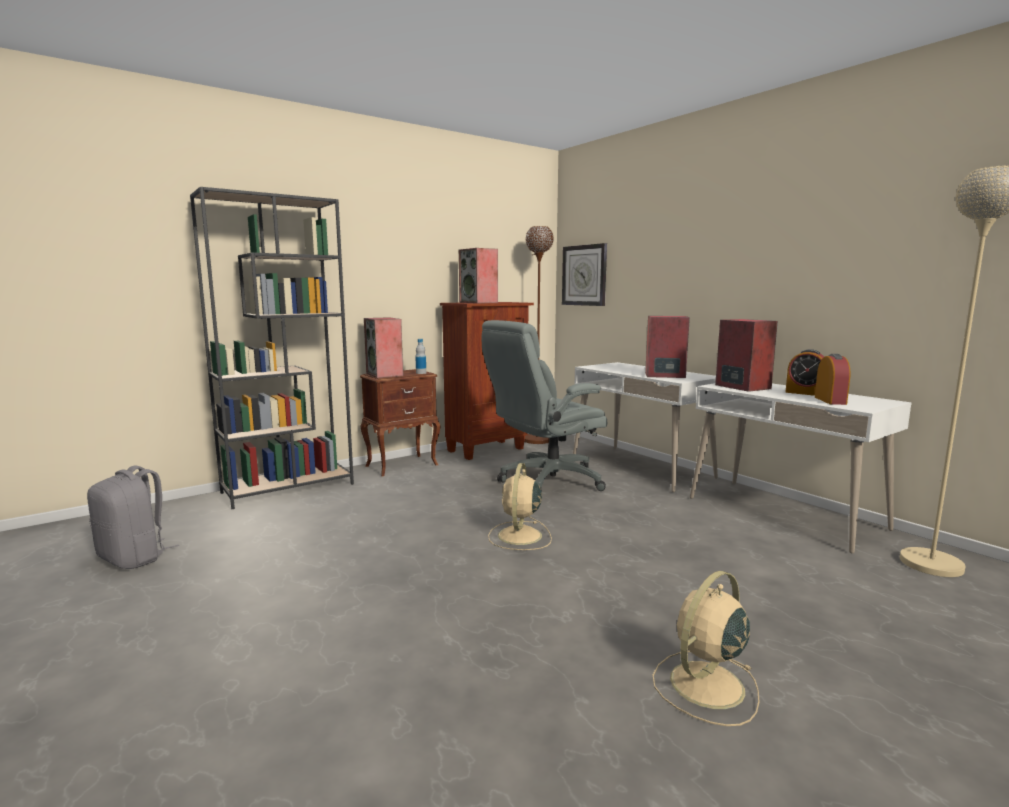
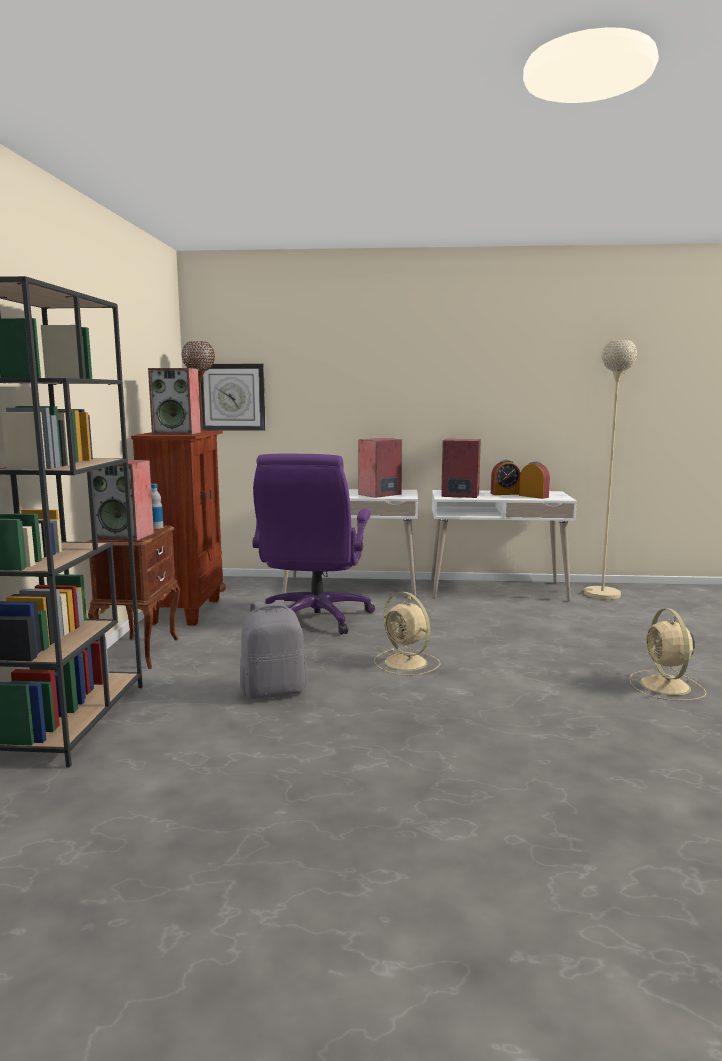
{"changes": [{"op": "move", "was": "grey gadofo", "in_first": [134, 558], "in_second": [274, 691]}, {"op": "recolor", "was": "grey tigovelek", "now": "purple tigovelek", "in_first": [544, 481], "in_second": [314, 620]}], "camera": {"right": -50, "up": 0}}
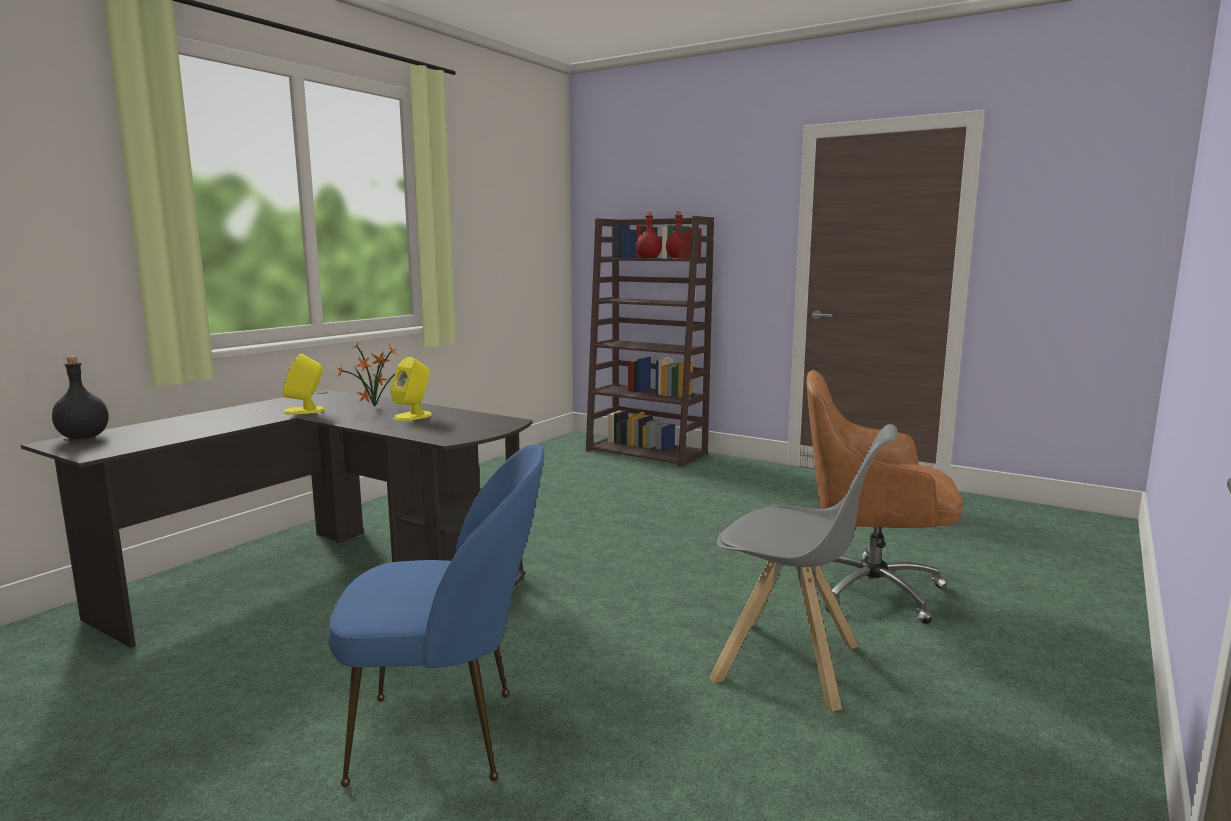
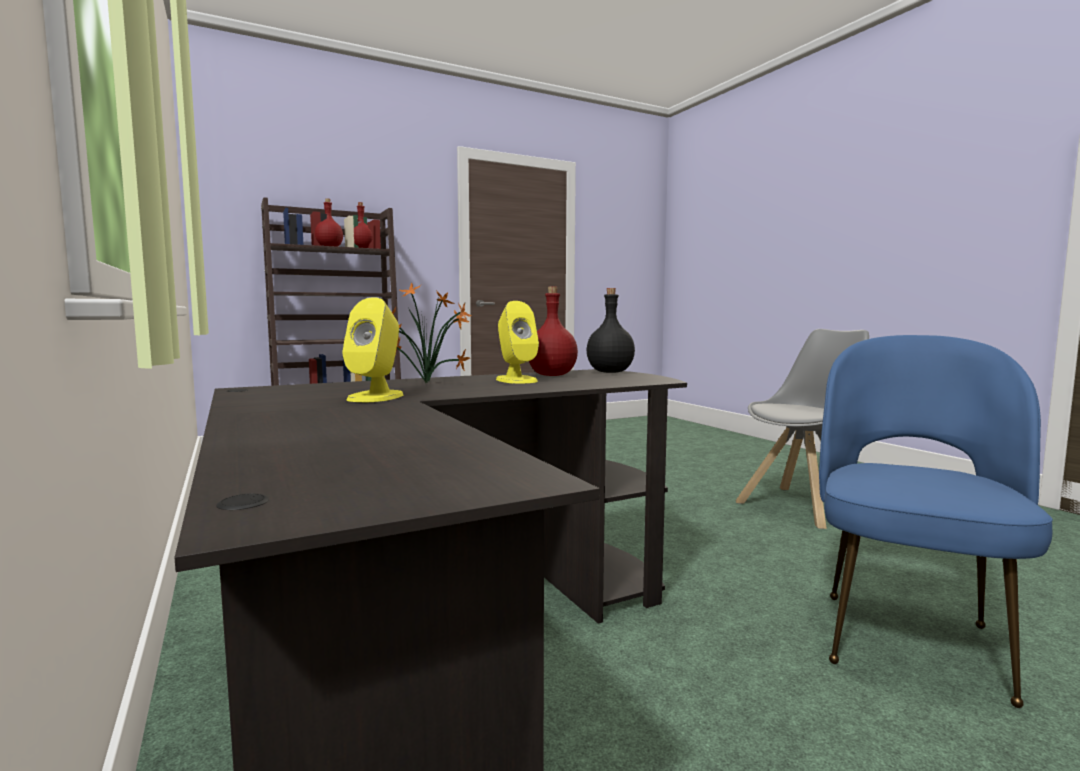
{"changes": [{"op": "move", "was": "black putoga", "in_first": [84, 437], "in_second": [609, 372]}, {"op": "delete", "was": "brown tigovelek", "in_first": [871, 589]}, {"op": "insert", "now": "red putoga", "in_second": [551, 375]}], "camera": {"right": -60, "up": -5}}
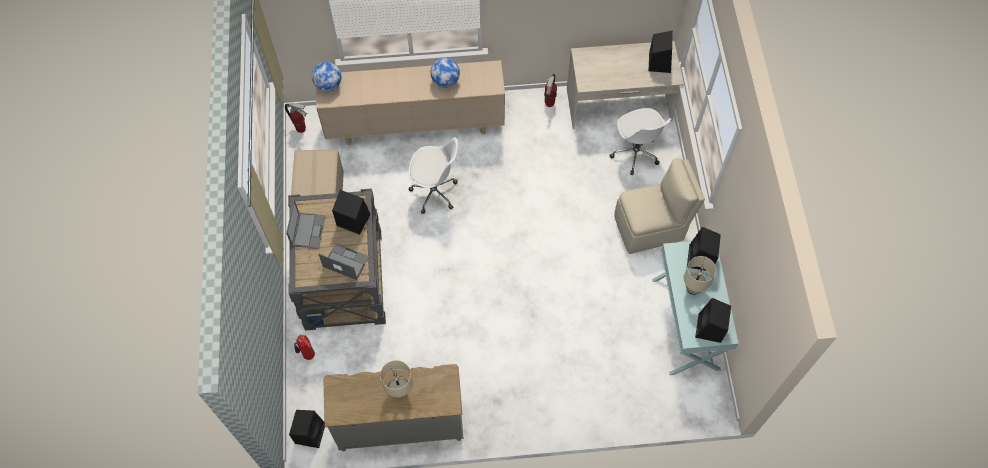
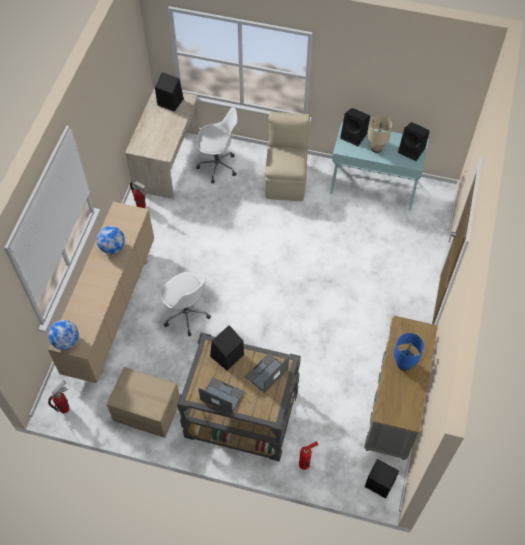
{"changes": [{"op": "recolor", "was": "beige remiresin", "now": "blue remiresin", "in_first": [399, 391], "in_second": [404, 364]}, {"op": "rotate", "was": "white tigovelek", "in_first": [435, 193], "in_second": [187, 316], "clockwise": 105}], "camera": {"right": -70, "up": -5}}
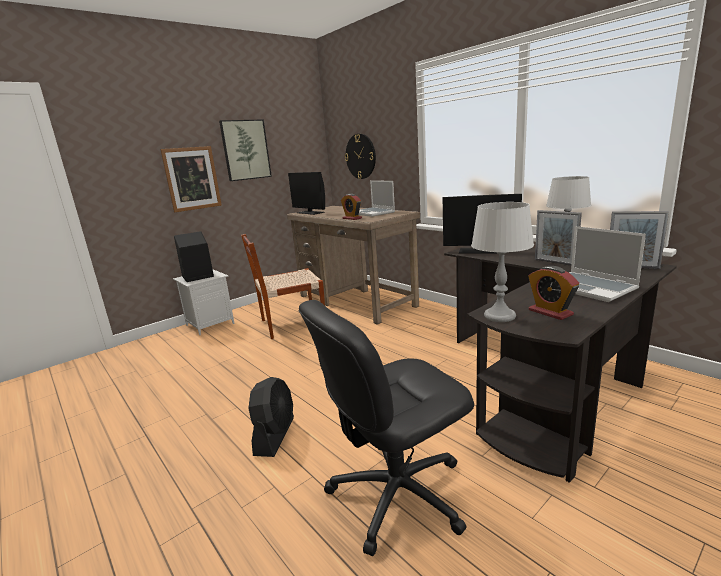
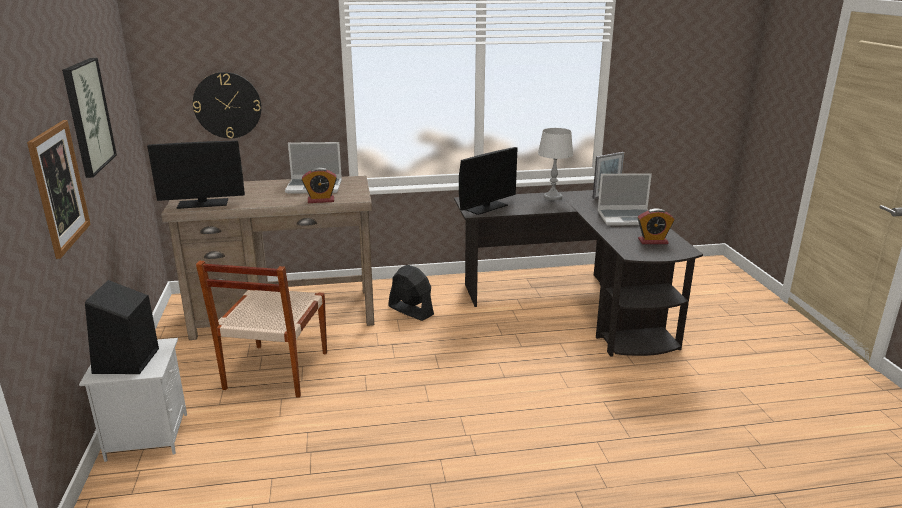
{"changes": [{"op": "move", "was": "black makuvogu", "in_first": [275, 435], "in_second": [410, 310]}, {"op": "delete", "was": "black tigovelek", "in_first": [397, 493]}, {"op": "delete", "was": "grey remiresin", "in_first": [499, 316]}, {"op": "delete", "was": "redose", "in_first": [555, 262]}], "camera": {"right": -60, "up": 5}}
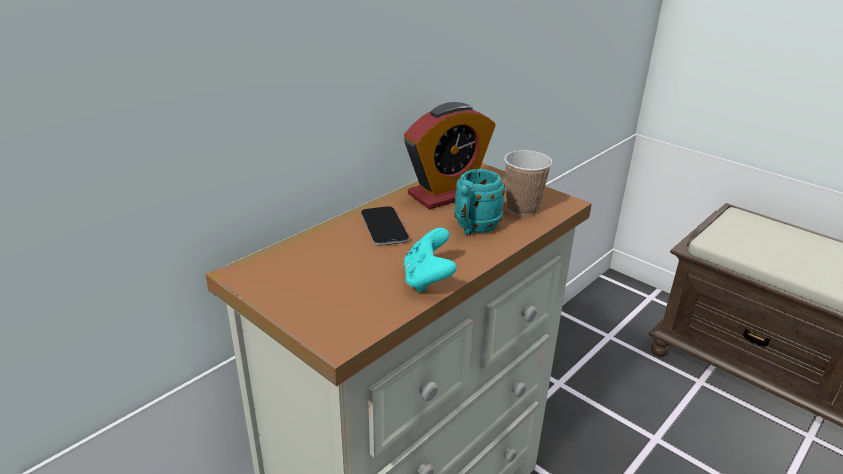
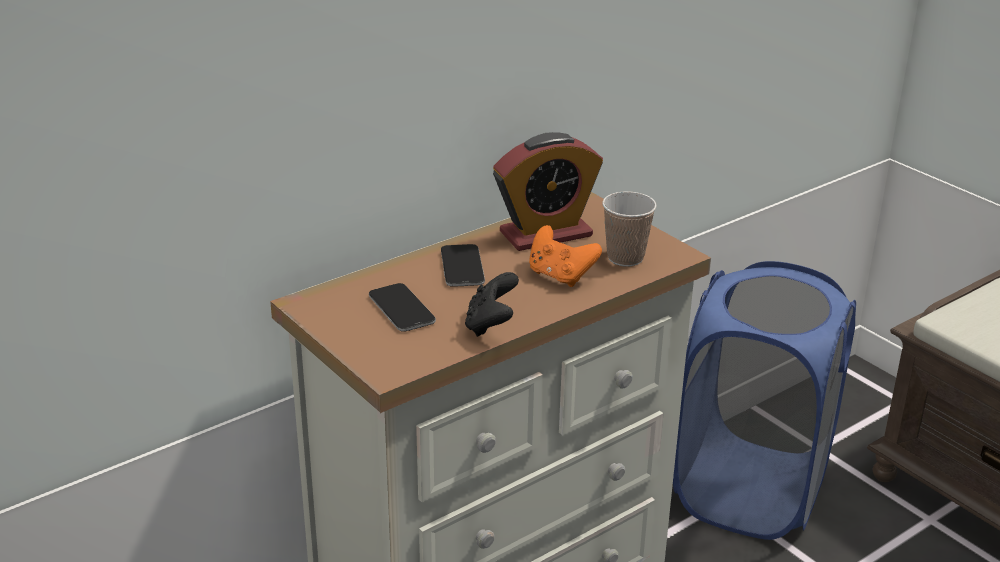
{"changes": [{"op": "recolor", "was": "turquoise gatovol", "now": "black gatovol", "in_first": [427, 280], "in_second": [491, 325]}, {"op": "replace", "was": "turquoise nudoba", "now": "orange gatovol", "in_first": [473, 228], "in_second": [560, 276]}, {"op": "insert", "now": "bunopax", "in_second": [401, 309]}, {"op": "insert", "now": "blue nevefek", "in_second": [750, 490]}], "camera": {"right": 10, "up": 0}}
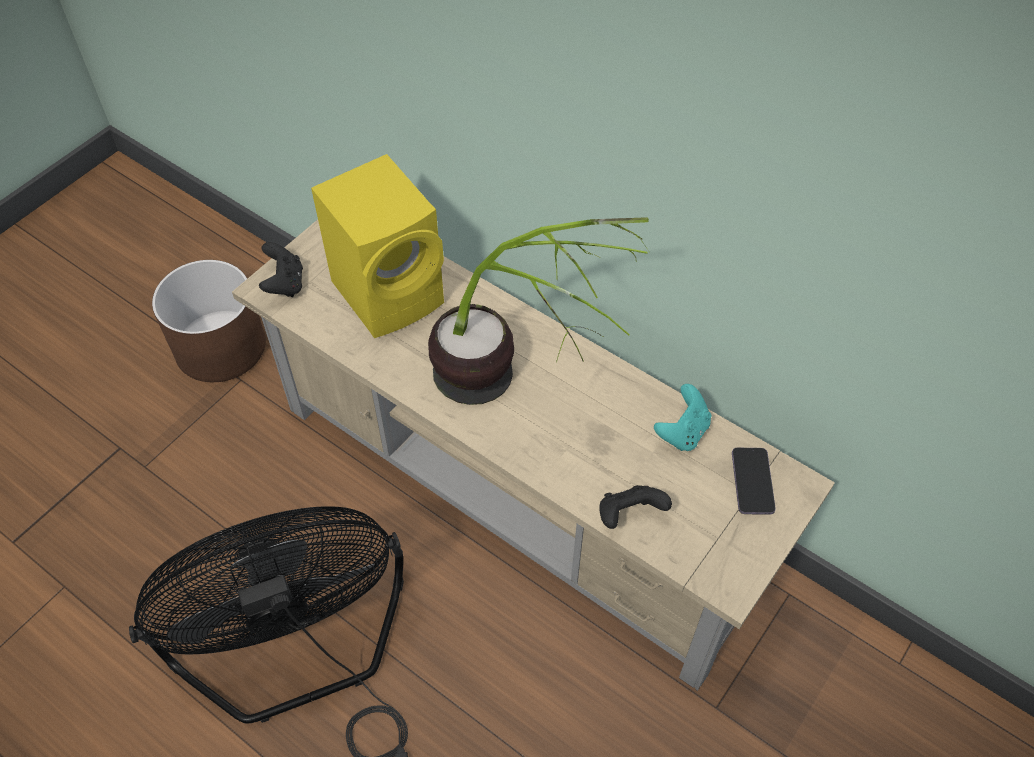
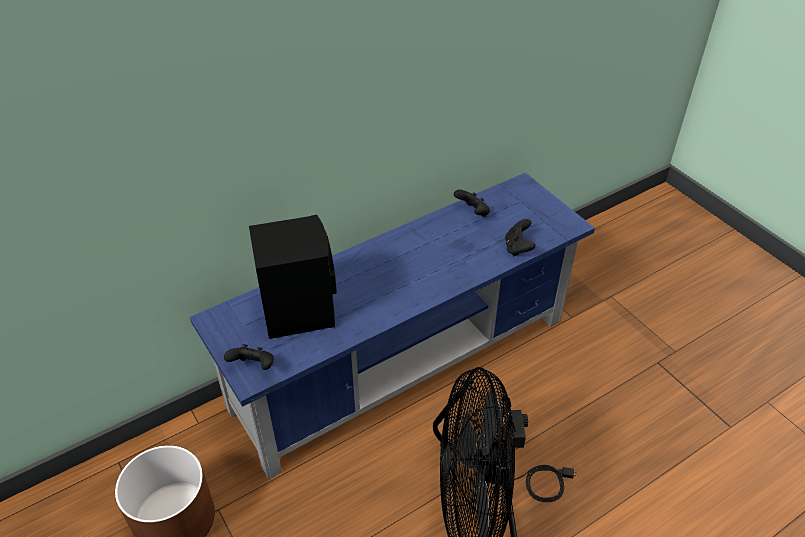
{"changes": [{"op": "recolor", "was": "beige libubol", "now": "blue libubol", "in_first": [516, 495], "in_second": [404, 364]}, {"op": "recolor", "was": "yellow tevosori", "now": "black tevosori", "in_first": [392, 292], "in_second": [298, 309]}, {"op": "delete", "was": "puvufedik", "in_first": [517, 390]}, {"op": "recolor", "was": "turquoise gatovol", "now": "black gatovol", "in_first": [682, 432], "in_second": [473, 213]}, {"op": "delete", "was": "bunopax", "in_first": [752, 482]}], "camera": {"right": -70, "up": -10}}
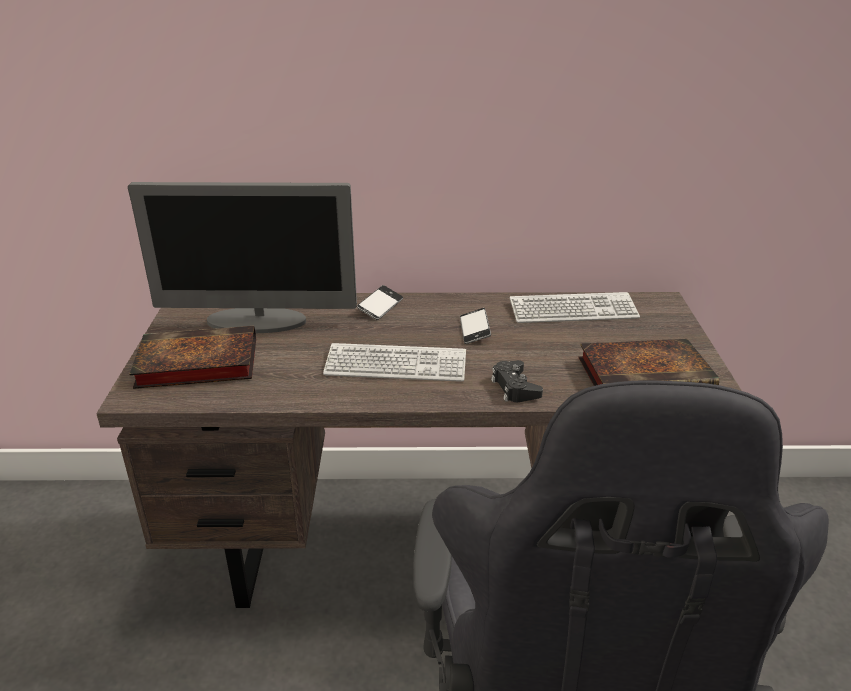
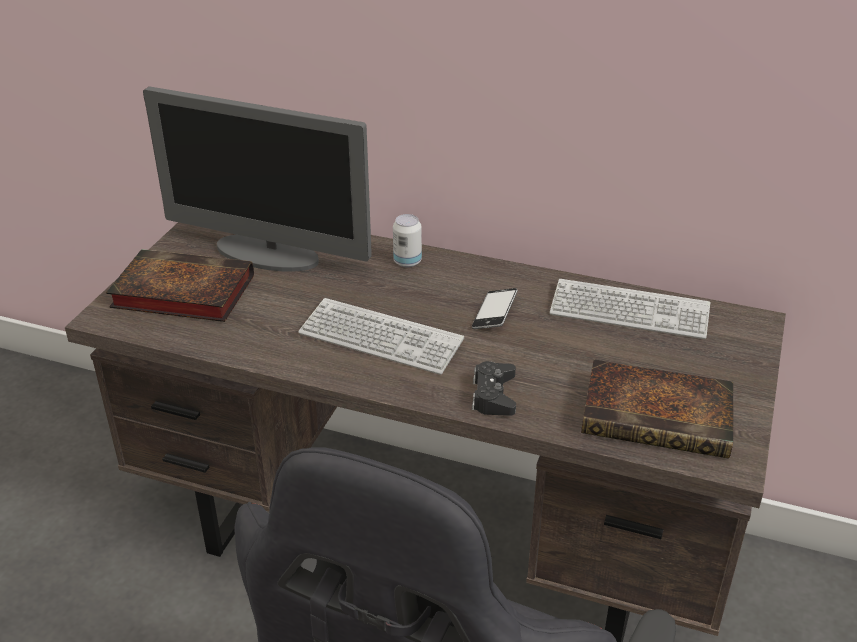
{"changes": [{"op": "replace", "was": "bunopax", "now": "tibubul", "in_first": [380, 306], "in_second": [407, 262]}], "camera": {"right": 20, "up": 5}}
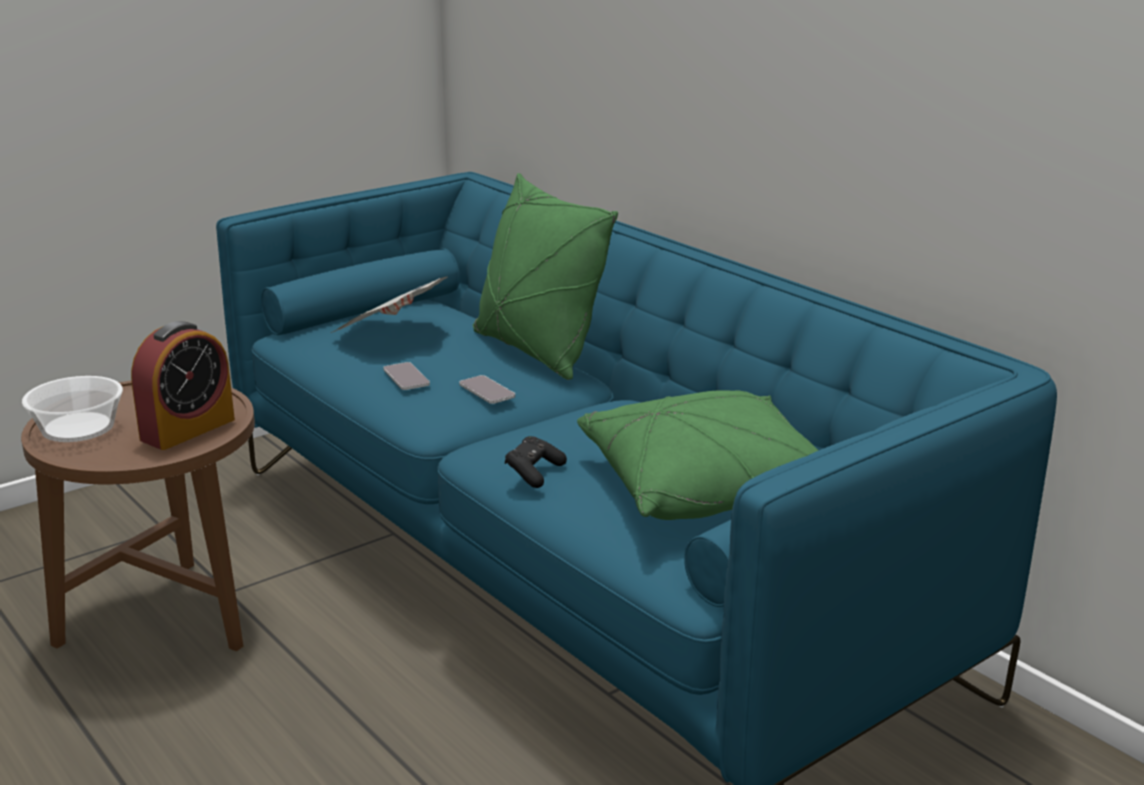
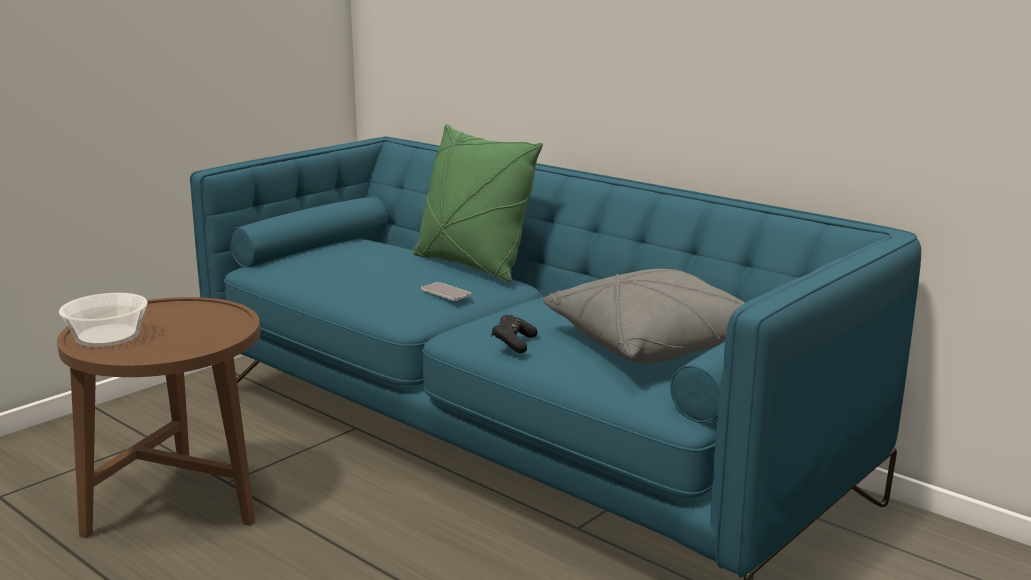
{"changes": [{"op": "delete", "was": "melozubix", "in_first": [188, 429]}, {"op": "delete", "was": "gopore", "in_first": [390, 335]}, {"op": "delete", "was": "bunopax", "in_first": [406, 377]}, {"op": "recolor", "was": "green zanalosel", "now": "grey zanalosel", "in_first": [707, 488], "in_second": [657, 344]}], "camera": {"right": -10, "up": -5}}
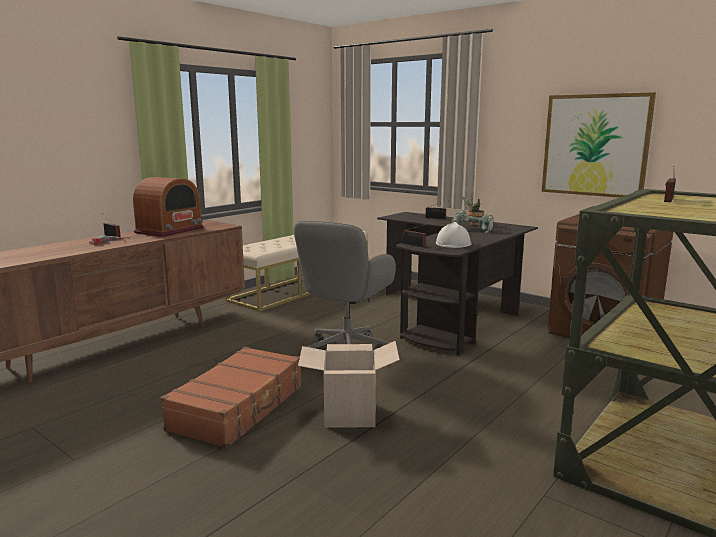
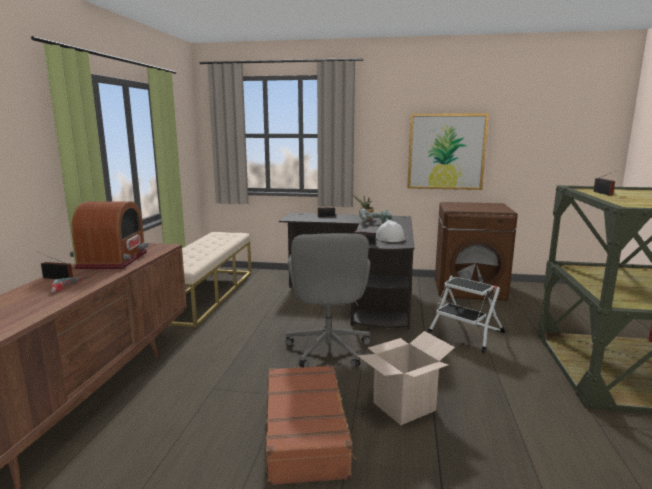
{"changes": [{"op": "insert", "now": "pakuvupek", "in_second": [467, 334]}], "camera": {"right": -30, "up": 0}}
